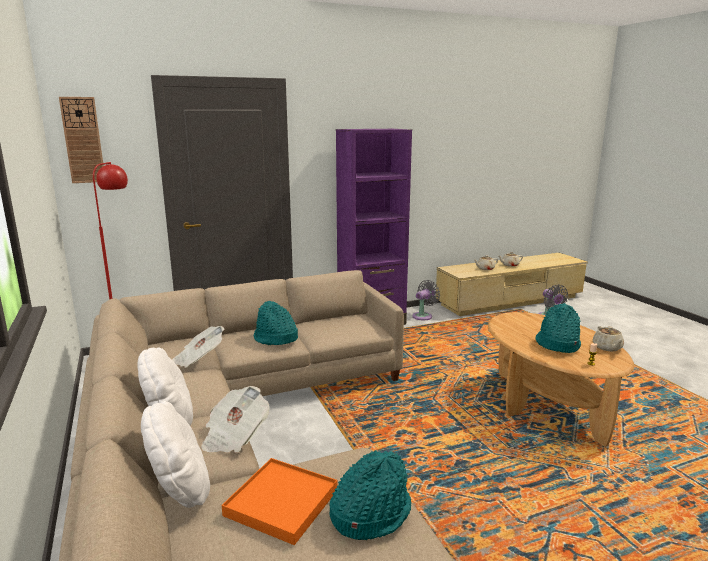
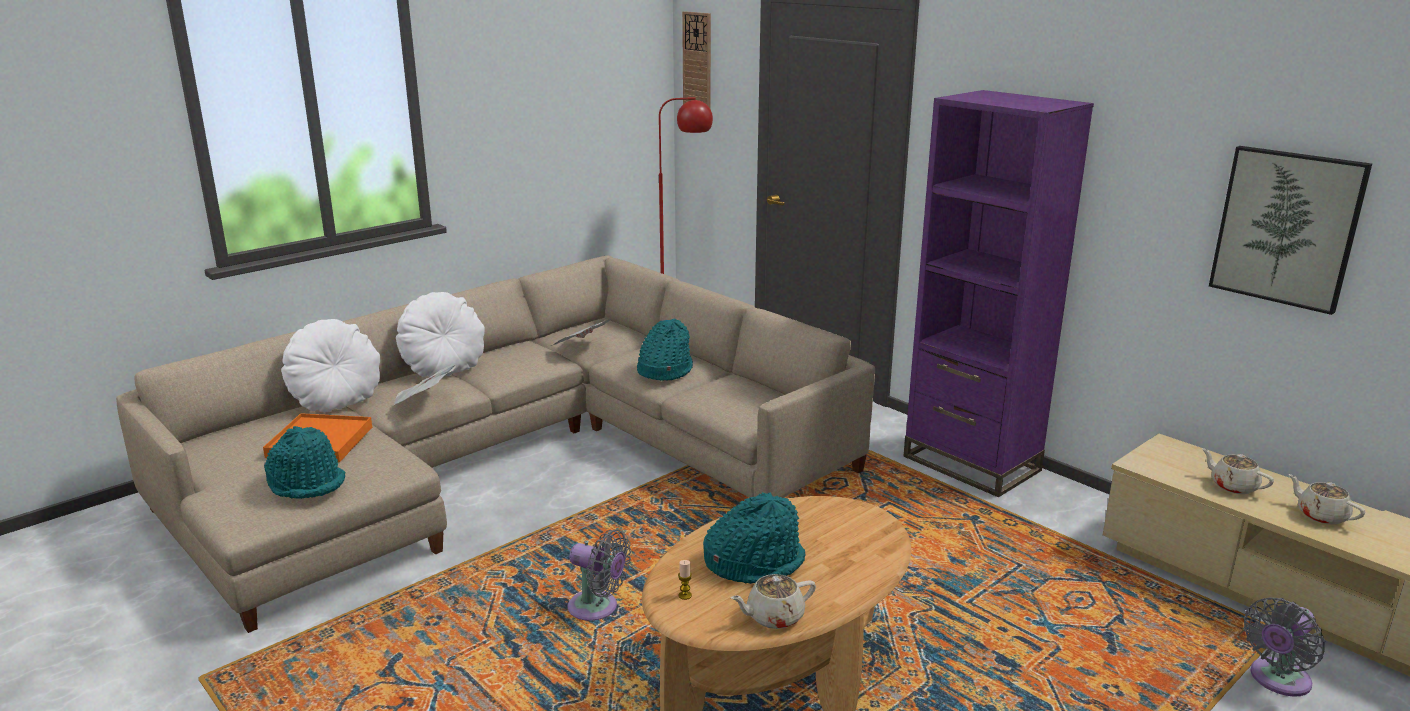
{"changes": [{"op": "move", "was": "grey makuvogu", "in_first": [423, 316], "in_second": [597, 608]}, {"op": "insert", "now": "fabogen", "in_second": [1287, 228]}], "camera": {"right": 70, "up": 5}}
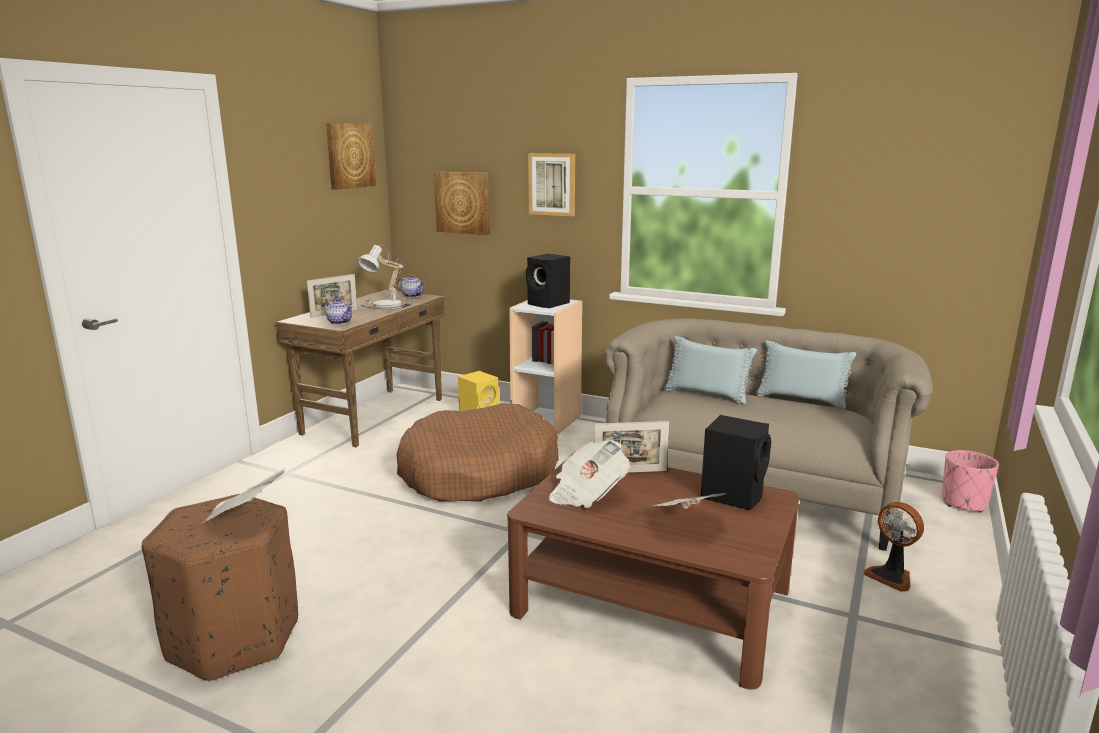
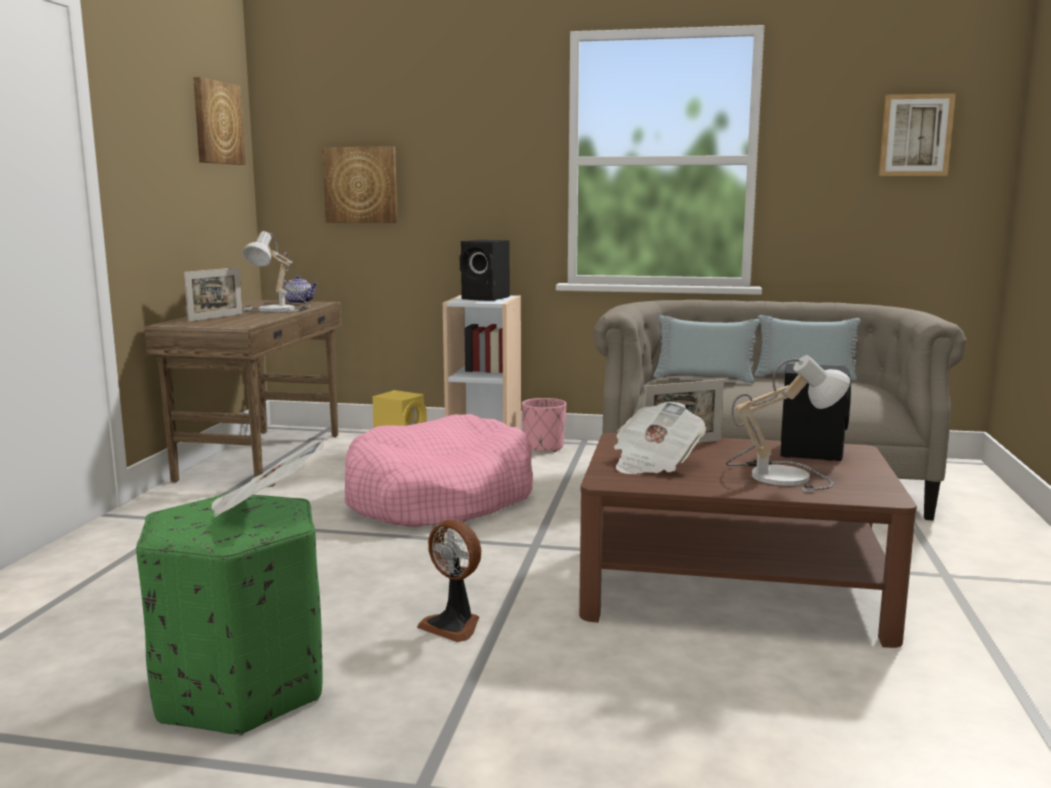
{"changes": [{"op": "recolor", "was": "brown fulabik", "now": "green fulabik", "in_first": [234, 639], "in_second": [242, 689]}, {"op": "delete", "was": "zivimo", "in_first": [340, 322]}, {"op": "recolor", "was": "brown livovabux", "now": "pink livovabux", "in_first": [478, 473], "in_second": [439, 498]}, {"op": "move", "was": "fabogen", "in_first": [552, 184], "in_second": [915, 135]}, {"op": "replace", "was": "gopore", "now": "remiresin", "in_first": [682, 521], "in_second": [781, 475]}, {"op": "move", "was": "makuvogu", "in_first": [891, 576], "in_second": [453, 625]}, {"op": "move", "was": "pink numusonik", "in_first": [964, 503], "in_second": [543, 447]}], "camera": {"right": -15, "up": -5}}
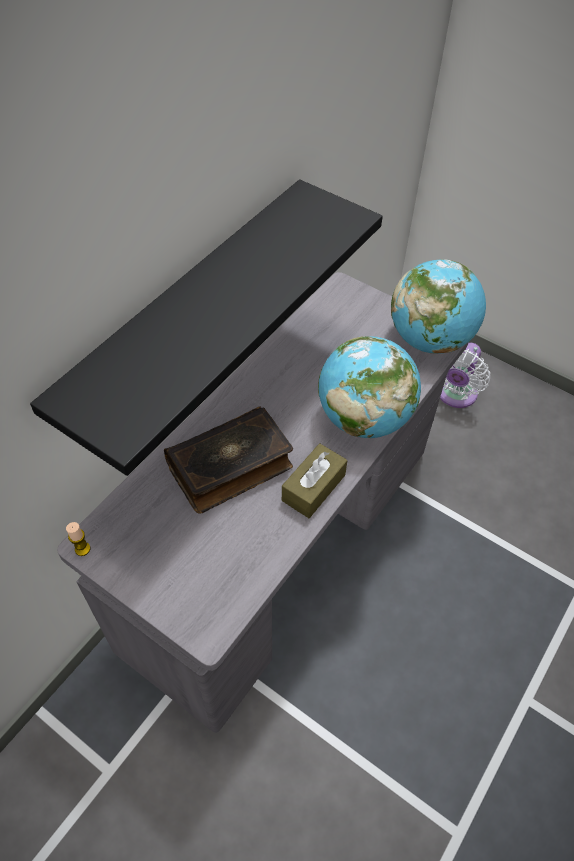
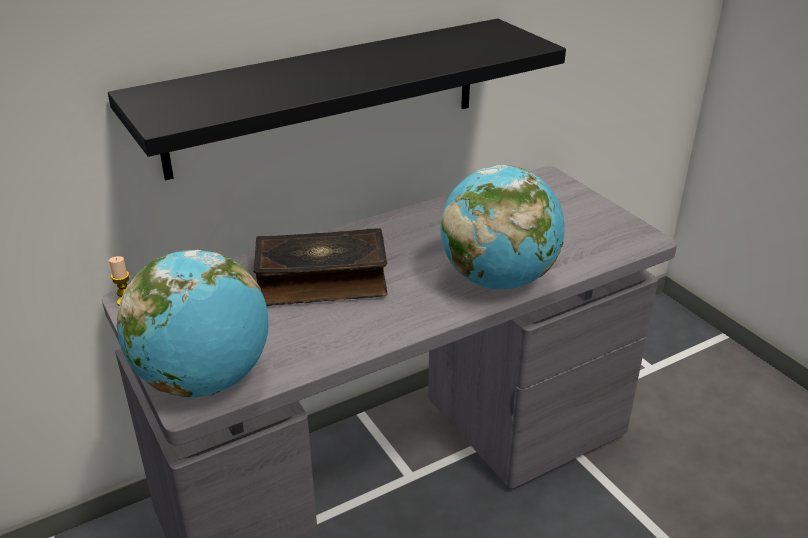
{"changes": [{"op": "delete", "was": "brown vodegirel", "in_first": [313, 487]}, {"op": "move", "was": "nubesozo", "in_first": [430, 340], "in_second": [205, 380]}, {"op": "delete", "was": "white makuvogu", "in_first": [454, 395]}], "camera": {"right": 25, "up": -20}}
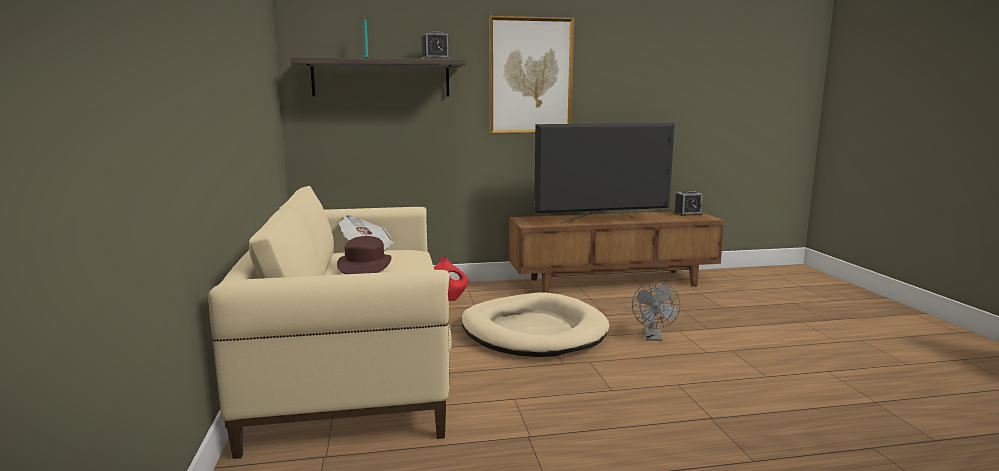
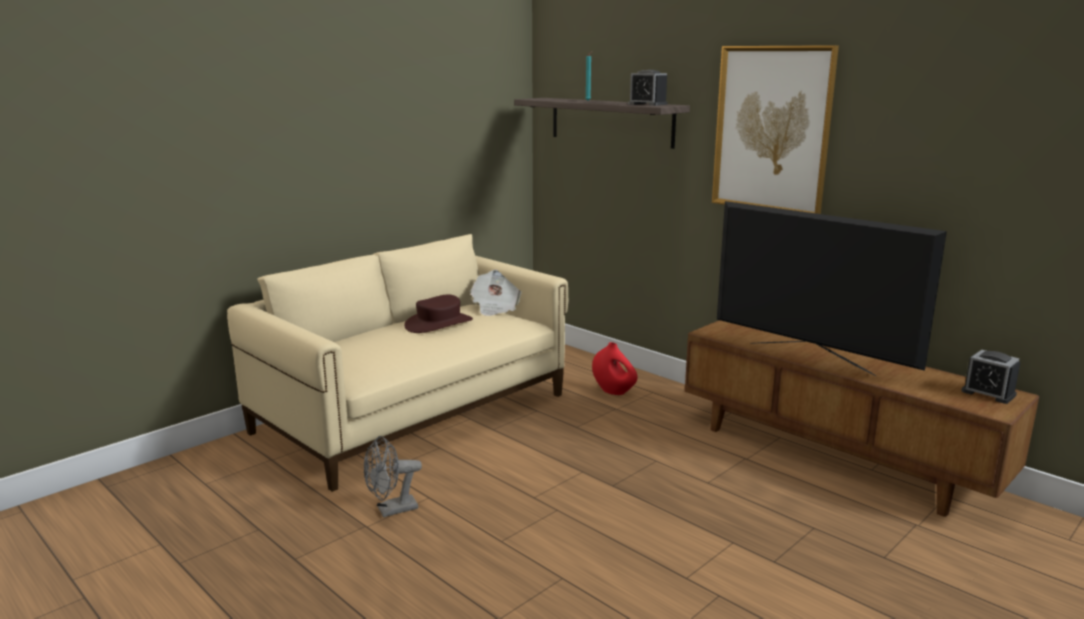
{"changes": [{"op": "delete", "was": "beige livovabux", "in_first": [533, 331]}, {"op": "move", "was": "grey makuvogu", "in_first": [653, 338], "in_second": [391, 510]}], "camera": {"right": 55, "up": 5}}
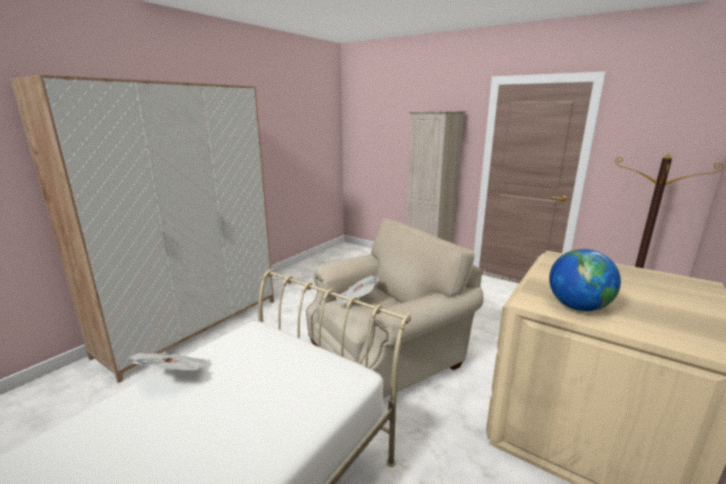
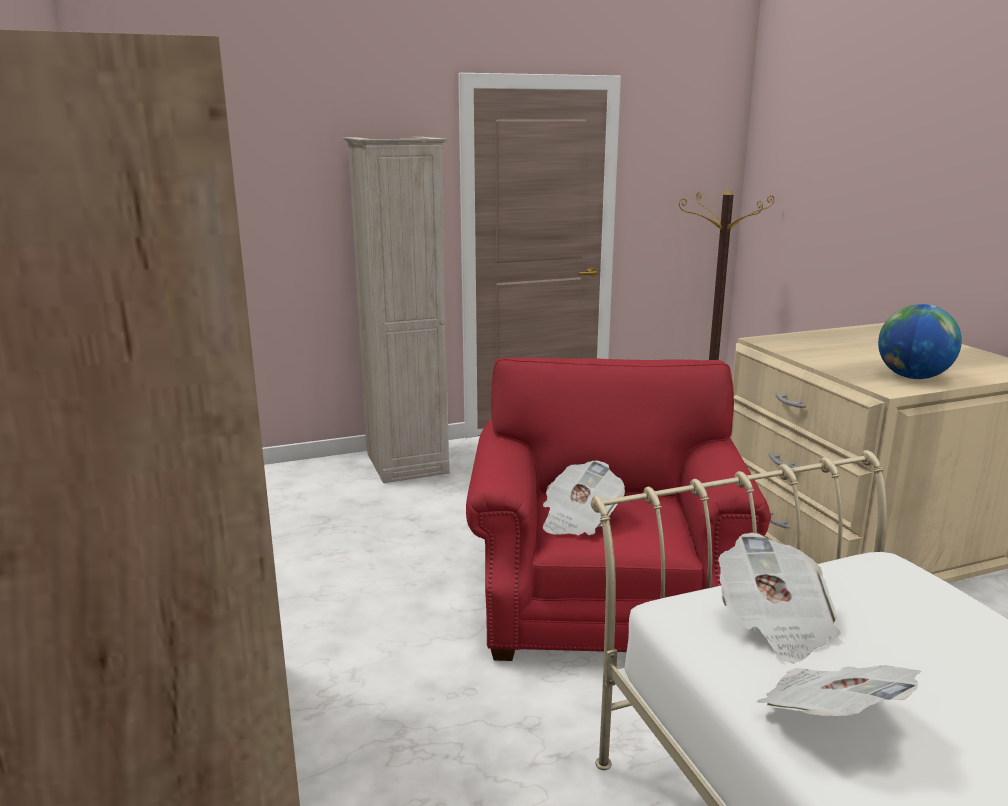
{"changes": [{"op": "recolor", "was": "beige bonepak", "now": "red bonepak", "in_first": [387, 352], "in_second": [604, 596]}, {"op": "insert", "now": "gopore", "in_second": [774, 624]}], "camera": {"right": -55, "up": 0}}
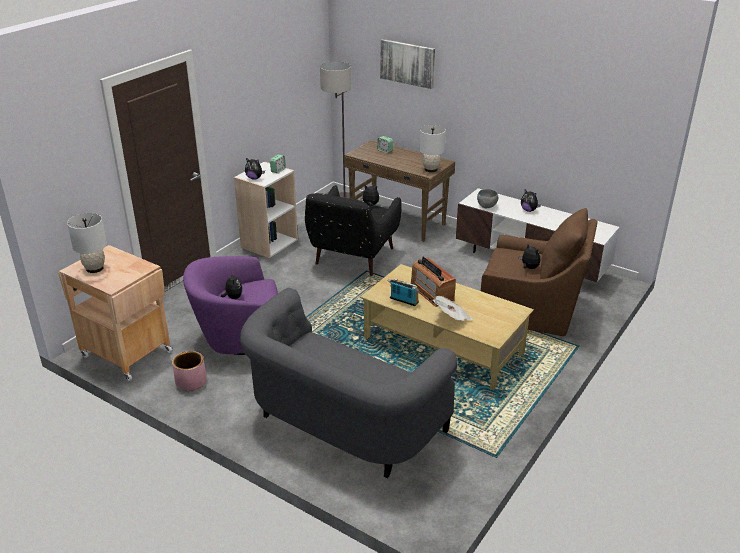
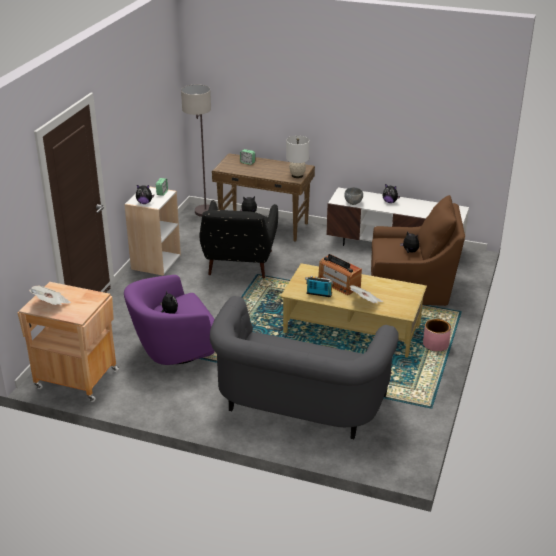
{"changes": [{"op": "replace", "was": "white remiresin", "now": "gopore", "in_first": [95, 268], "in_second": [51, 304]}, {"op": "move", "was": "pink numusonik", "in_first": [191, 381], "in_second": [435, 344]}, {"op": "delete", "was": "fabogen", "in_first": [407, 63]}], "camera": {"right": -15, "up": 0}}
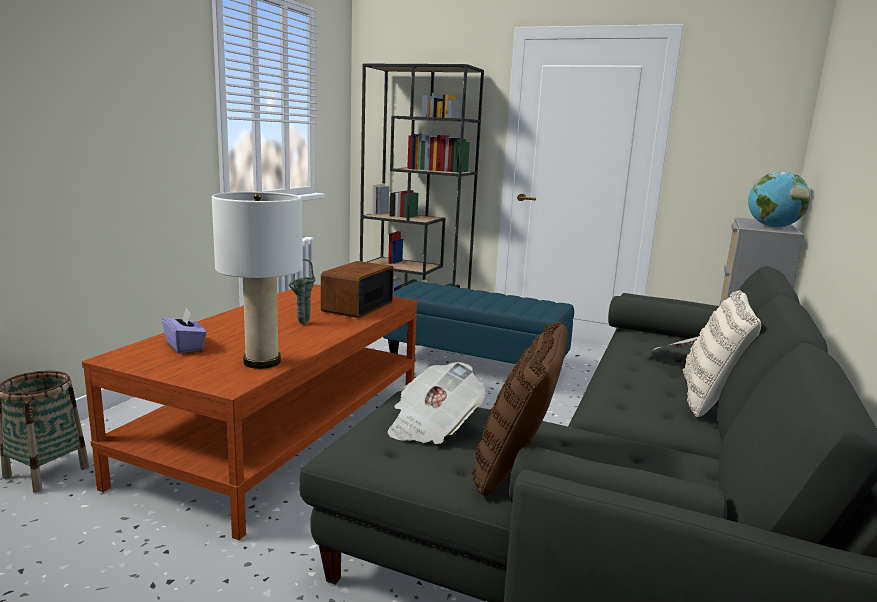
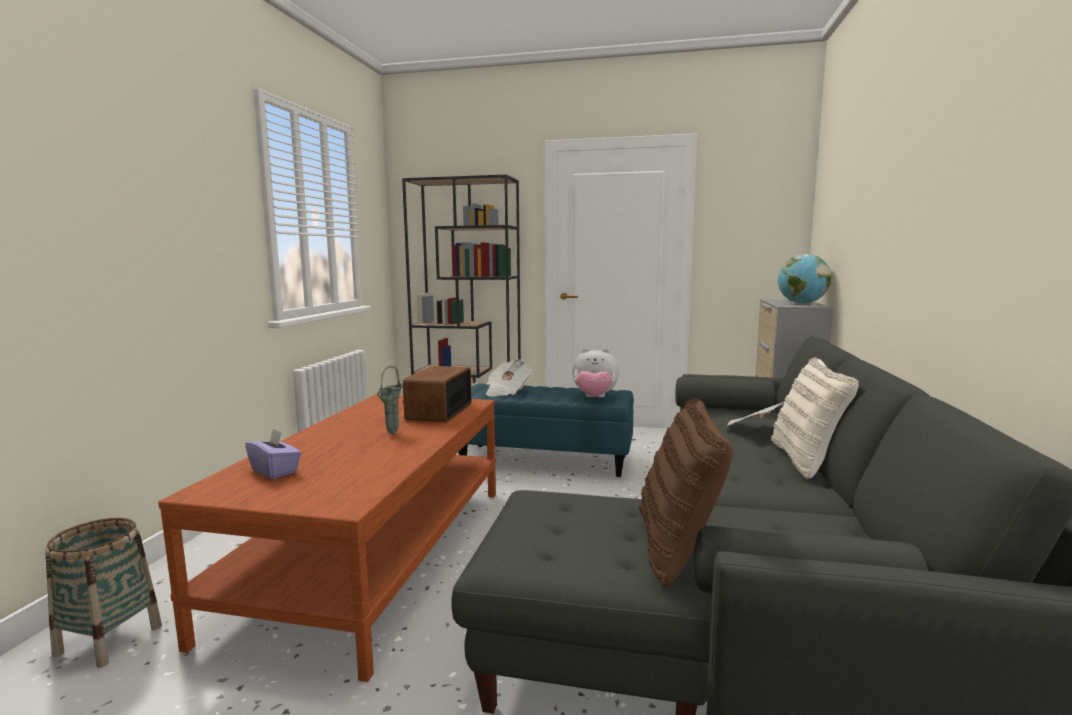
{"changes": [{"op": "delete", "was": "white remiresin", "in_first": [261, 362]}, {"op": "move", "was": "gopore", "in_first": [432, 426], "in_second": [507, 391]}, {"op": "insert", "now": "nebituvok", "in_second": [594, 398]}], "camera": {"right": -10, "up": -5}}
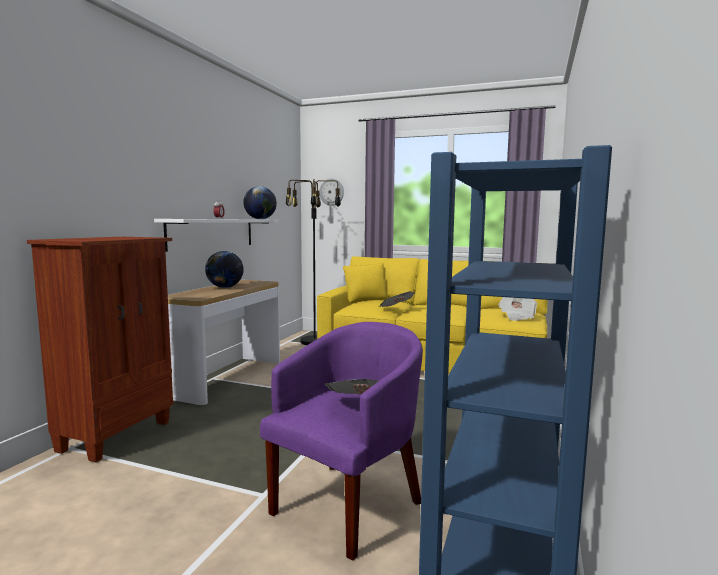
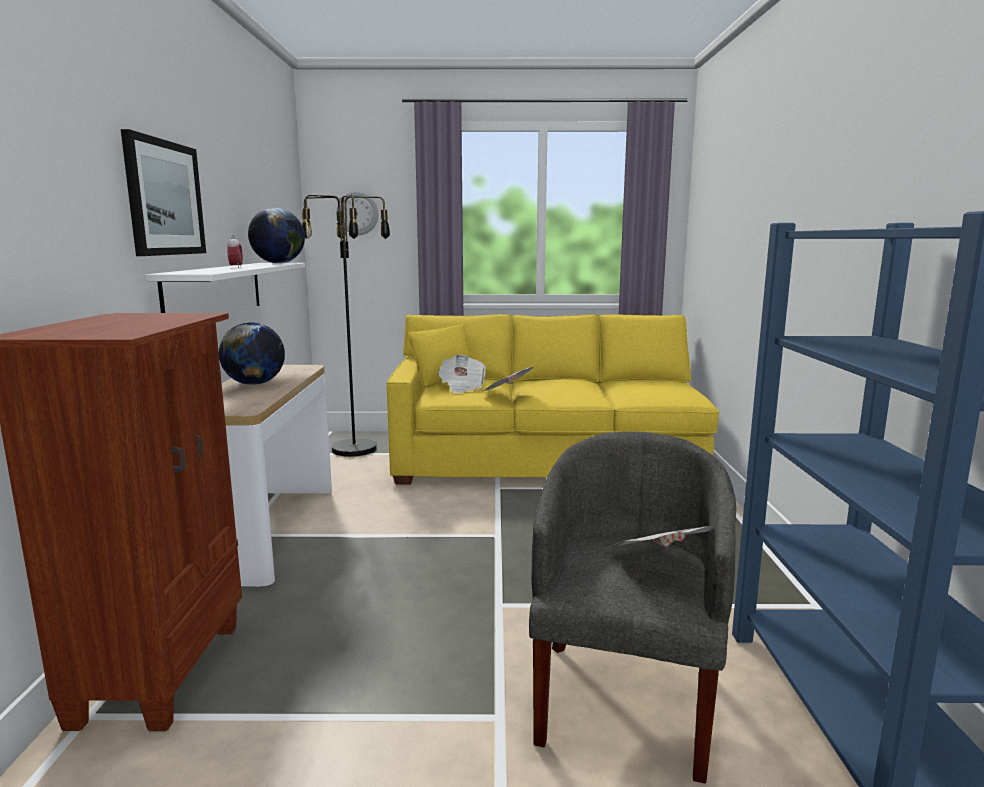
{"changes": [{"op": "recolor", "was": "purple bonepak", "now": "grey bonepak", "in_first": [348, 503], "in_second": [626, 699]}, {"op": "move", "was": "gopore", "in_first": [517, 317], "in_second": [462, 387]}, {"op": "insert", "now": "fabogen", "in_second": [164, 198]}], "camera": {"right": -20, "up": 5}}
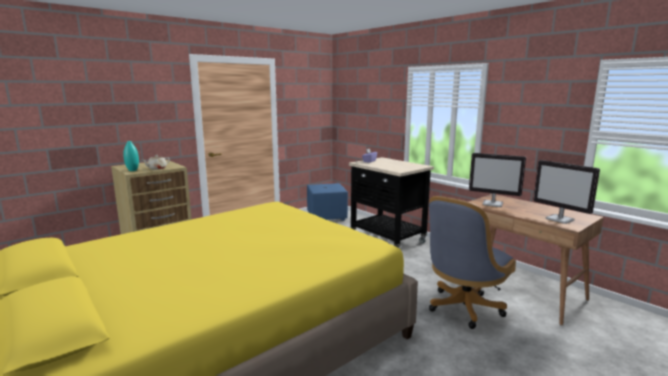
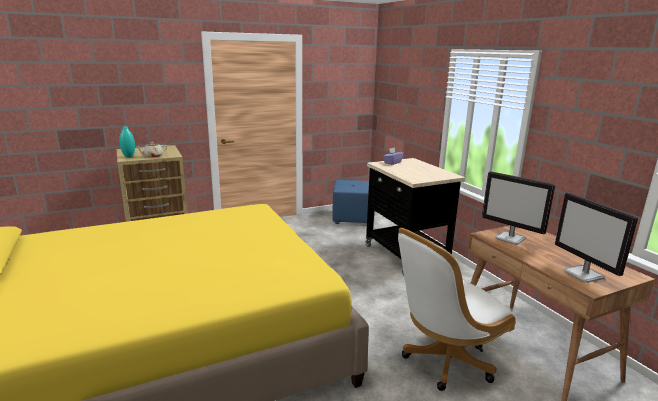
{"changes": [{"op": "recolor", "was": "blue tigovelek", "now": "white tigovelek", "in_first": [462, 311], "in_second": [442, 364]}], "camera": {"right": 15, "up": 5}}
